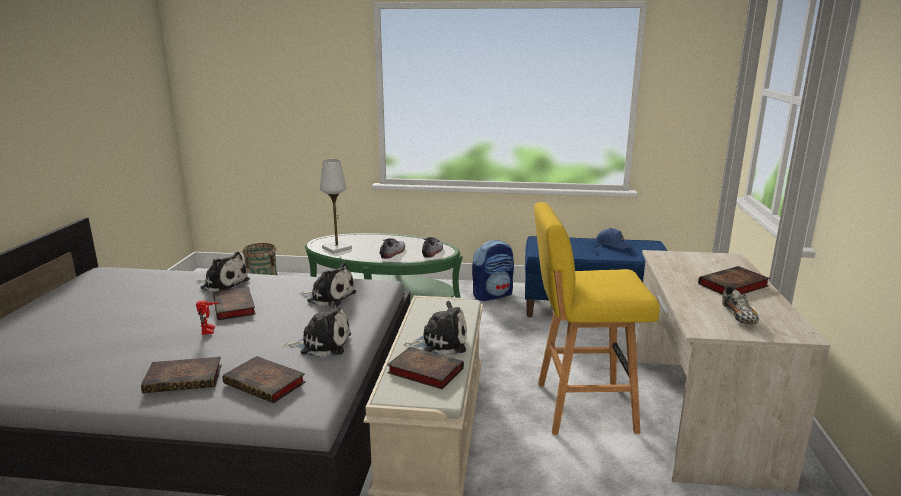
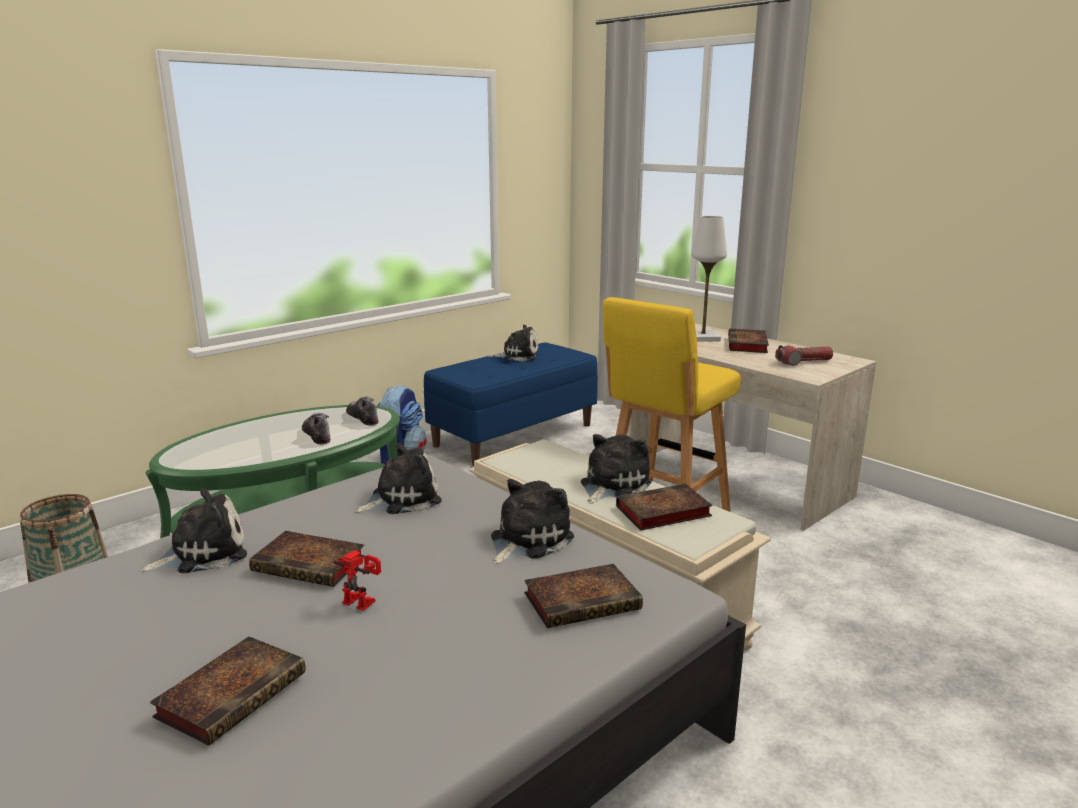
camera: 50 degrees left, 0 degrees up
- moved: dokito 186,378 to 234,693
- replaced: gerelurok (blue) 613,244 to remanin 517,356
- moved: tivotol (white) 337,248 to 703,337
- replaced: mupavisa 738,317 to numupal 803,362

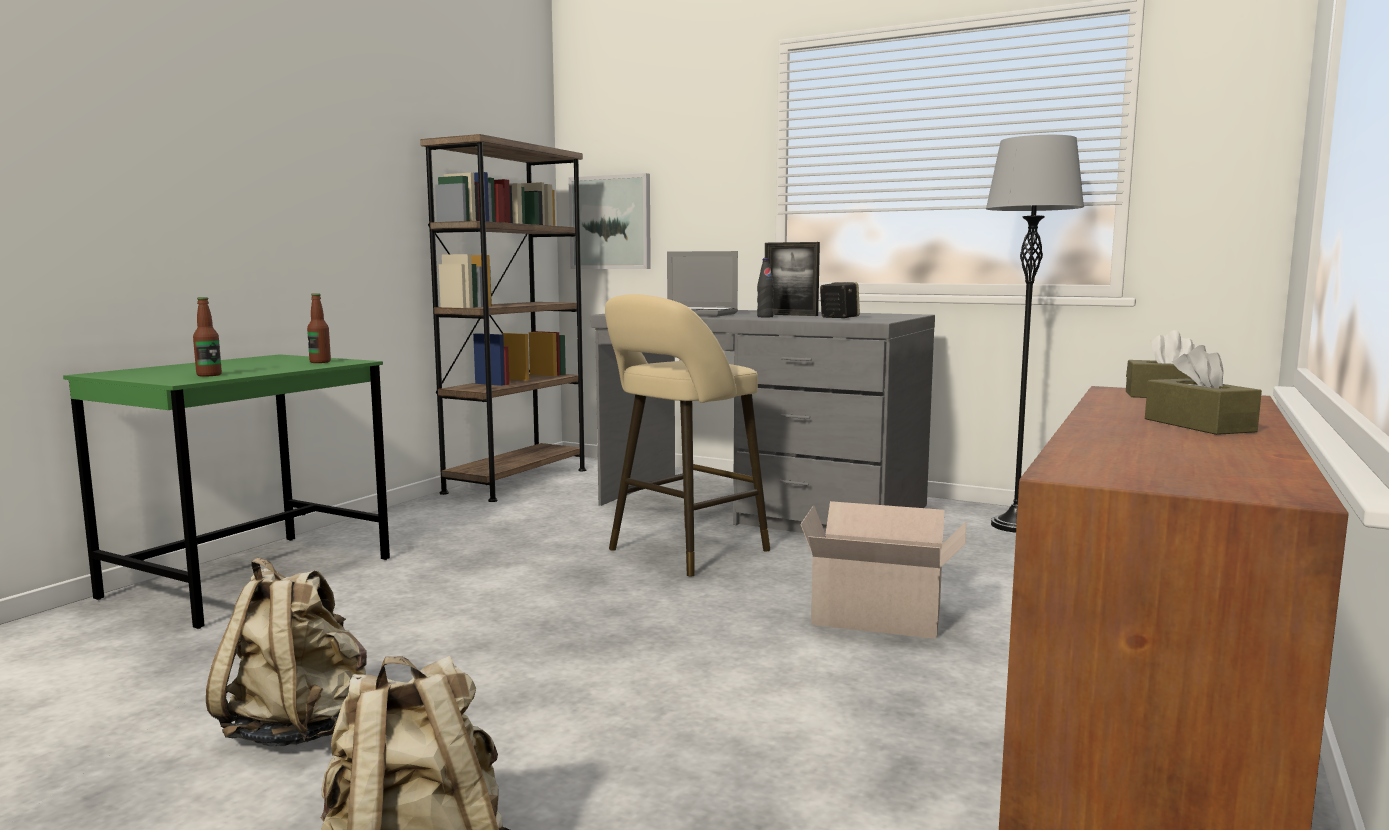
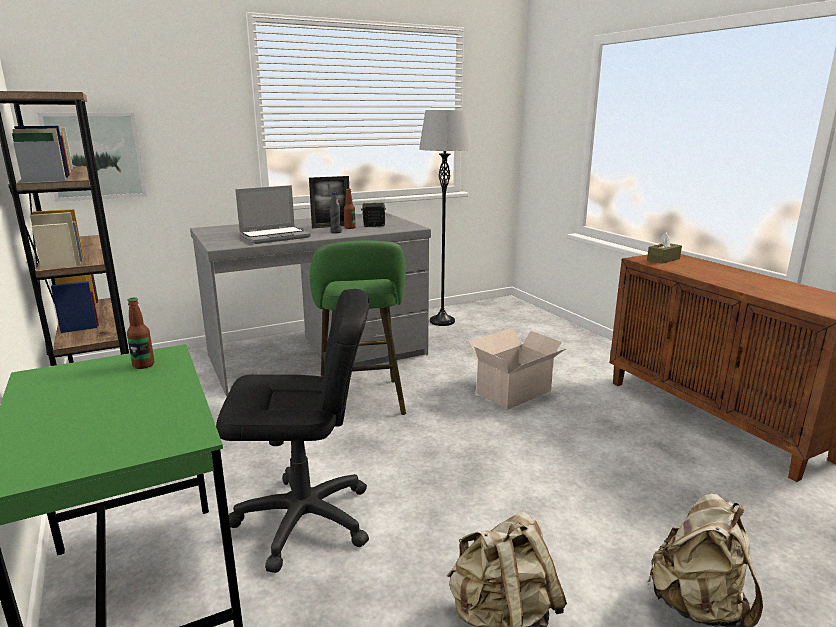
camera: 55 degrees left, 10 degrees up
- added: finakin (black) 304,520
- recoloured: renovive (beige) 682,552 to renovive (green) 362,403
- moved: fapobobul 209,375 to 350,228
- removed: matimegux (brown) 1198,425

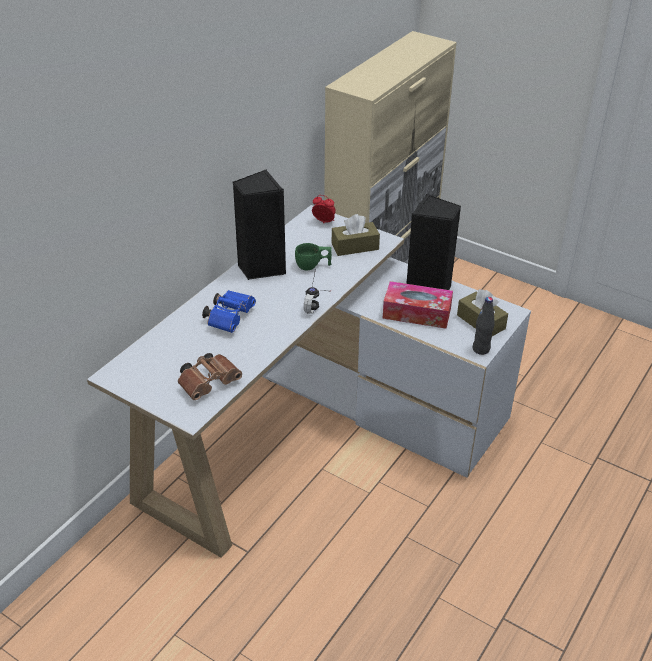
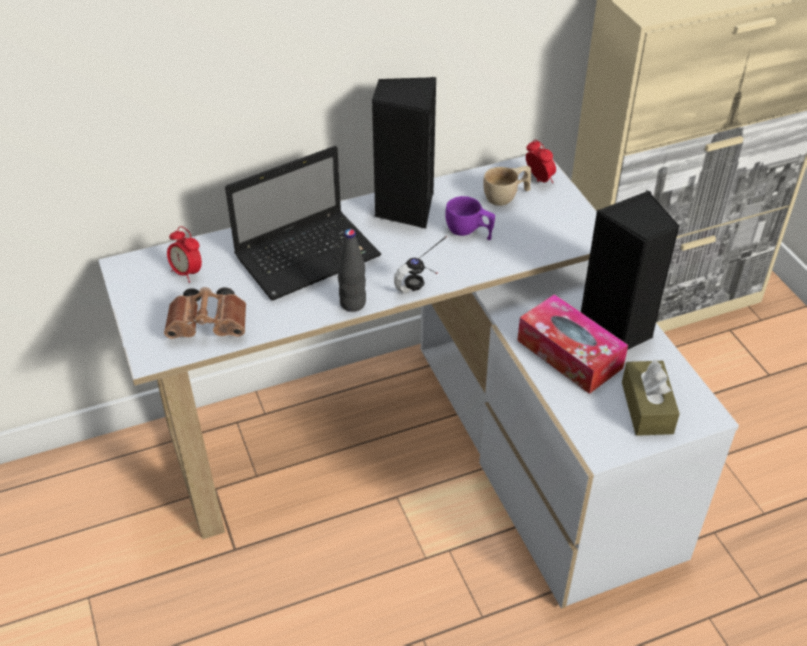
camera: 35 degrees right, 5 degrees up
- added: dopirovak 187,273
- replaced: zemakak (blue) 230,317 to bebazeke 309,255
- moved: fapobobul (black) 481,349 to 353,303
- recoloured: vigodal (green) 313,266 to vigodal (purple) 469,232
- added: vigodal (beige) 506,197
- removed: matimegux (brown) 355,246

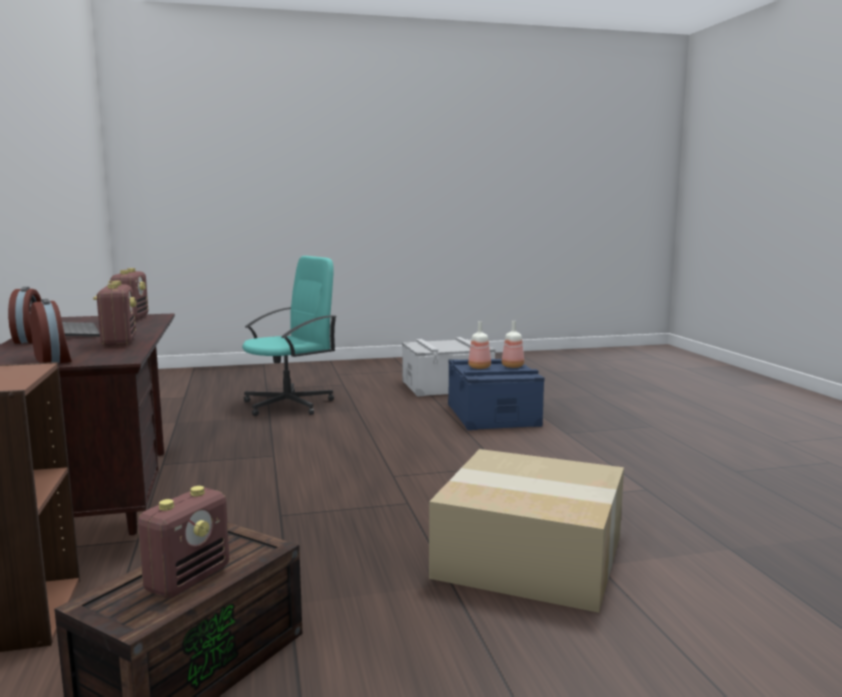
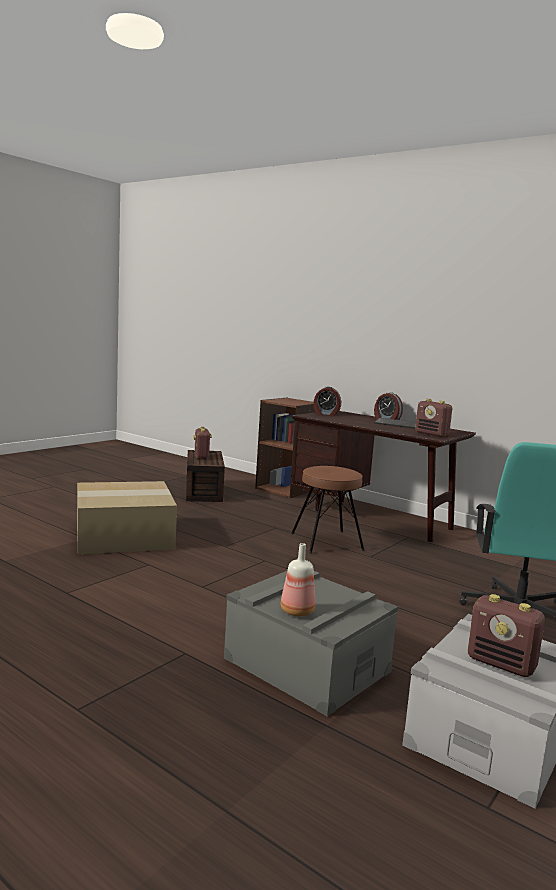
camera: 140 degrees right, 0 degrees up
- recoloured: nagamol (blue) 493,415 to nagamol (grey) 306,665
- added: renovive (brown) 326,541
- moved: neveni 119,342 to 501,664
- removed: fapobobul 479,367

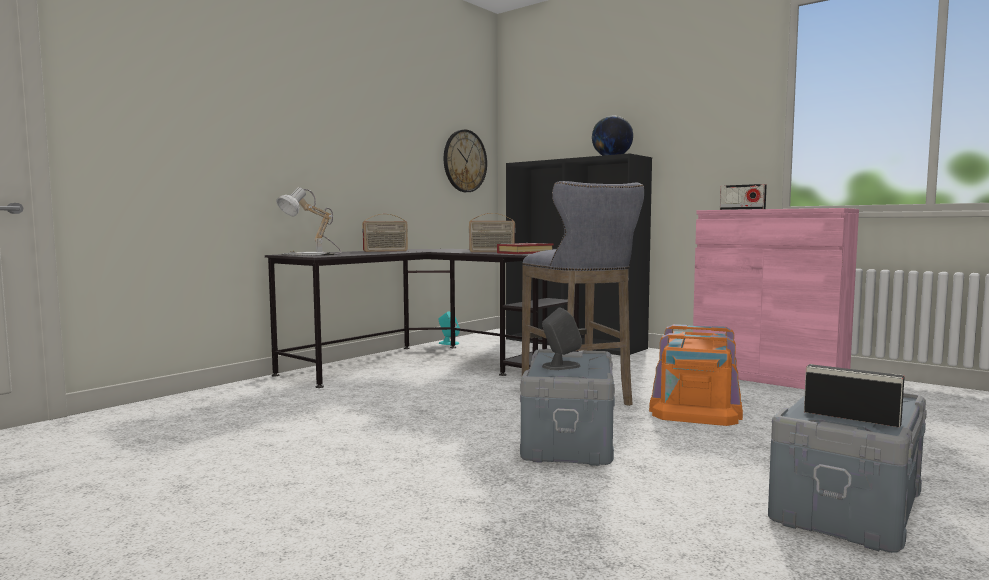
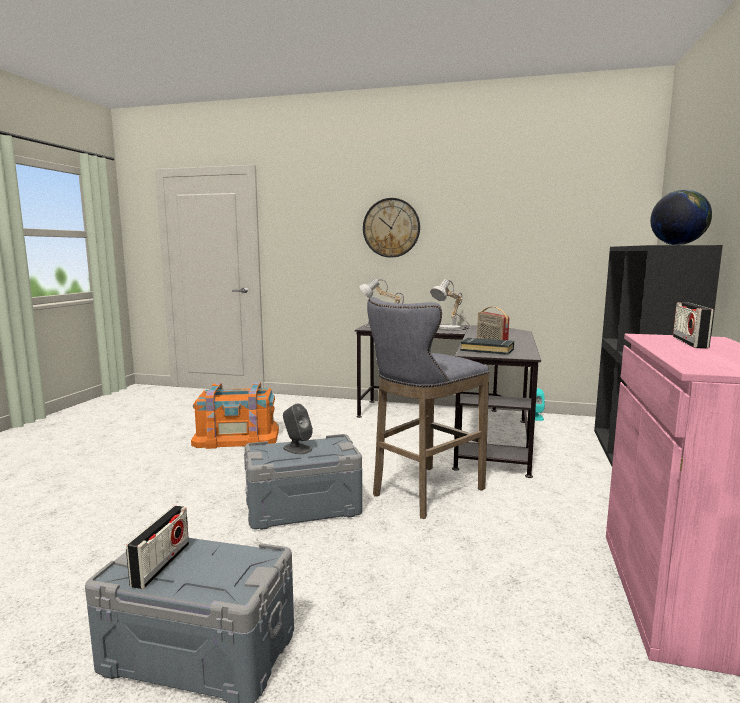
camera: 65 degrees right, 5 degrees up
- moved: nagamol (orange) 695,405 to 237,437
- moved: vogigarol 464,161 to 391,228
- replaced: neveni 385,251 to tivotol 450,328
- recoloured: dokito (red) 524,253 to dokito (black) 487,350

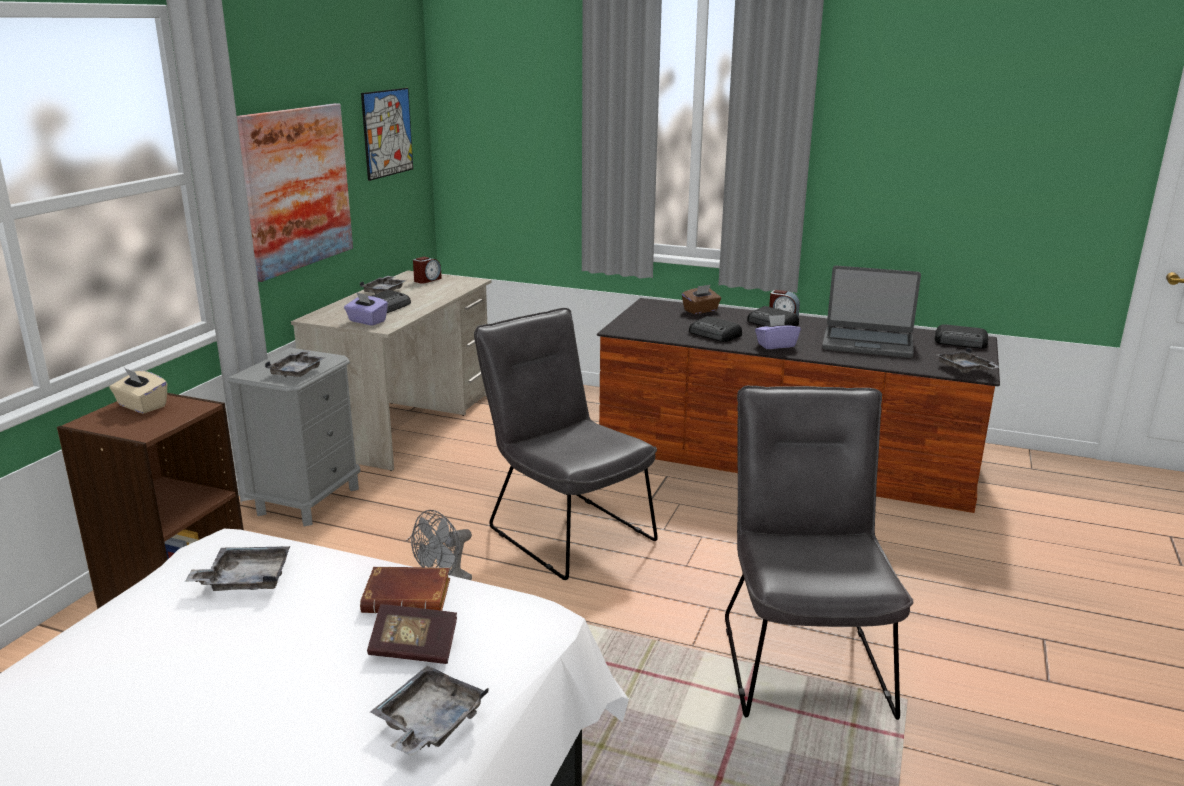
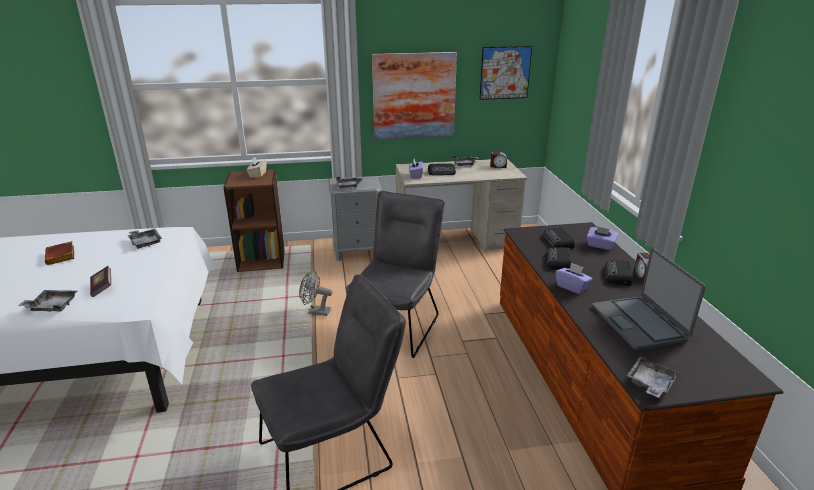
camera: 60 degrees right, 5 degrees up
- moved: dokito (brown) 410,597 to 62,256
- moved: neveni 961,342 to 558,242
- recoloured: matimegux (brown) 701,311 to matimegux (purple) 600,246

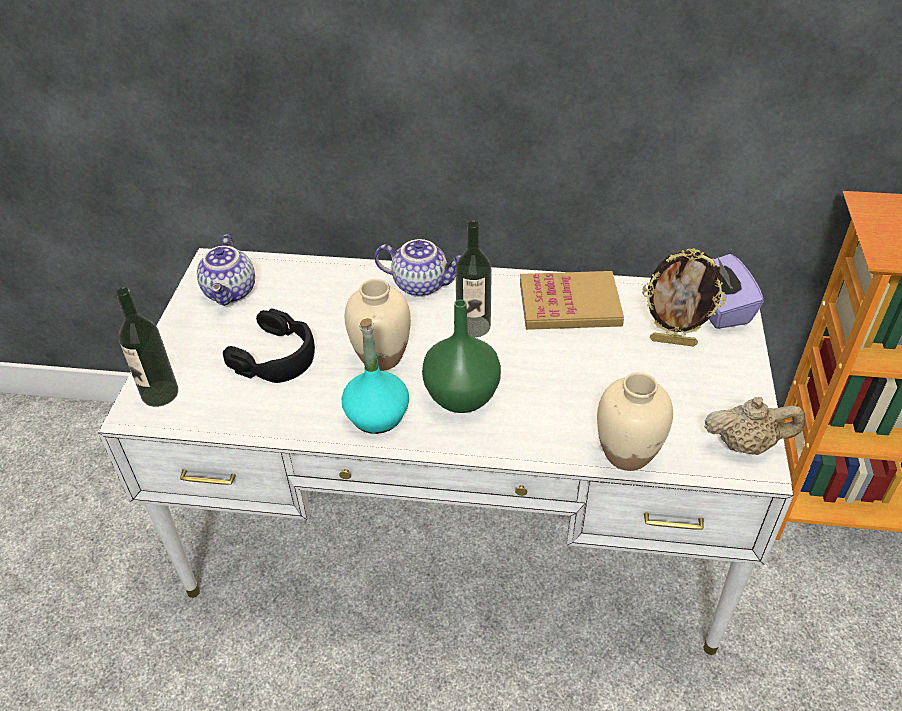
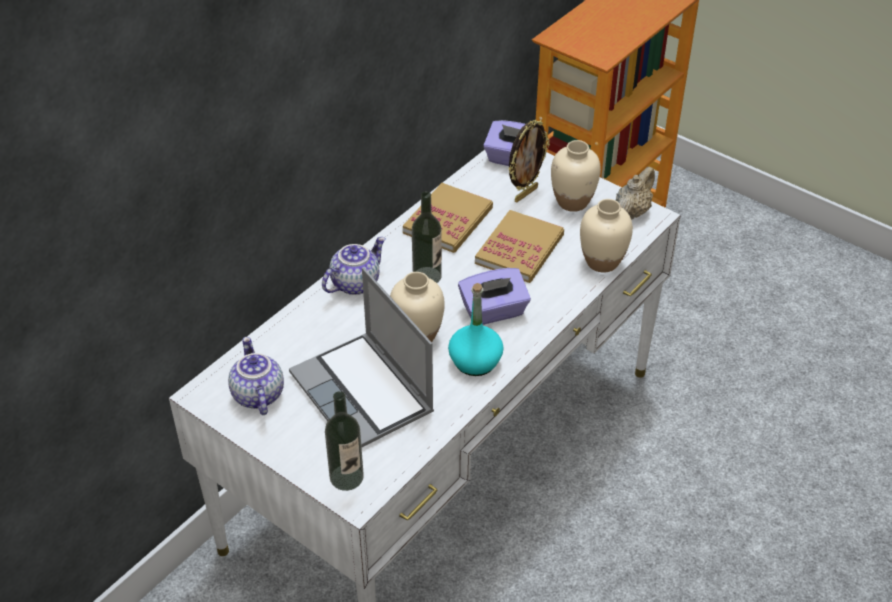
camera: 60 degrees left, 0 degrees up
- turned: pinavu 231,292 = 256,395 135 degrees counterclockwise
- replaced: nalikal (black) 276,356 to bebazeke 364,394
- replaced: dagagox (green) 463,397 to matimegux (purple) 493,311
- added: dokito 519,249
- added: dagagox (beige) 572,202

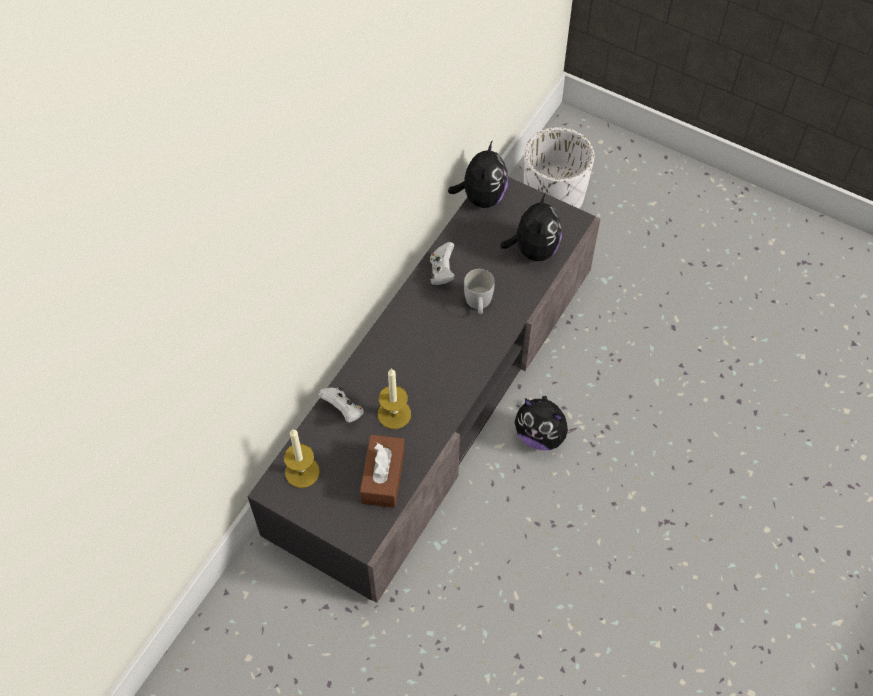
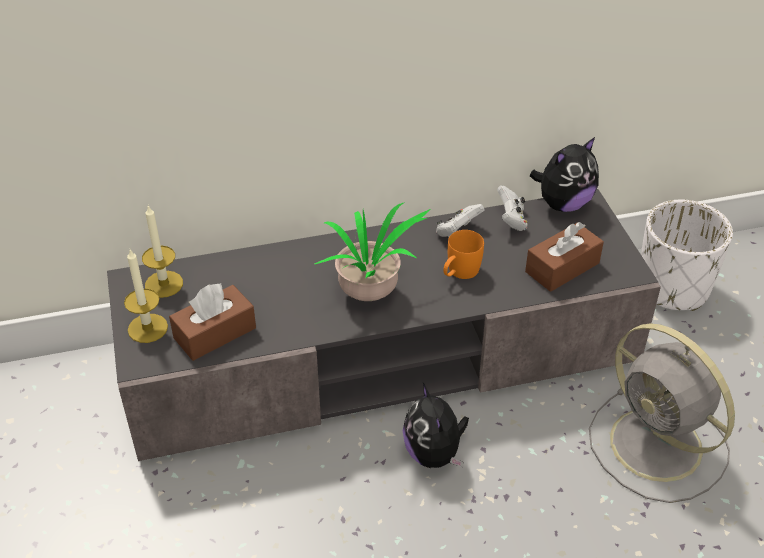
camera: 45 degrees right, 15 degrees down
- moved: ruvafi 394,414 to 147,328
- added: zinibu 372,295
- recoloured: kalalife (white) 478,304 to kalalife (orange) 459,273
- moved: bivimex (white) 343,410 to 511,220
- replaced: remanin 533,249 to matimegux (brown) 562,267
- added: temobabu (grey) 659,447

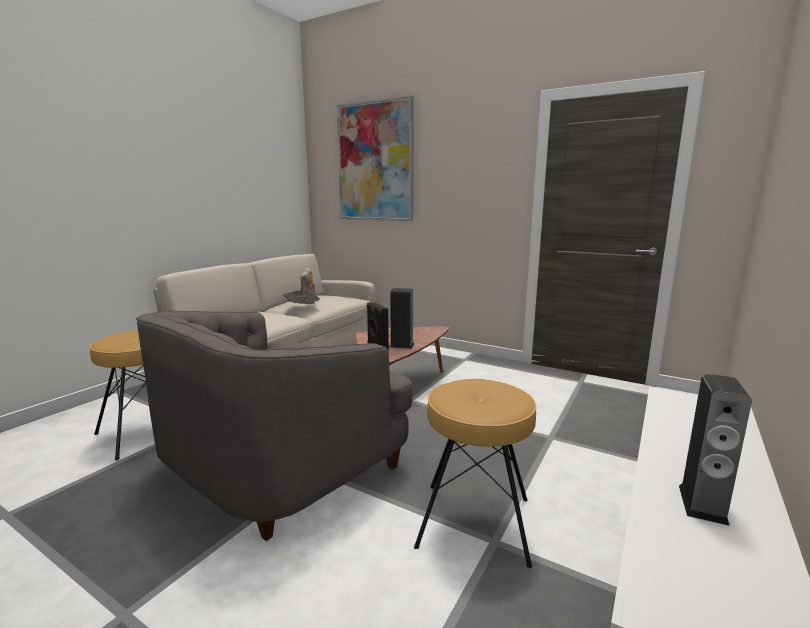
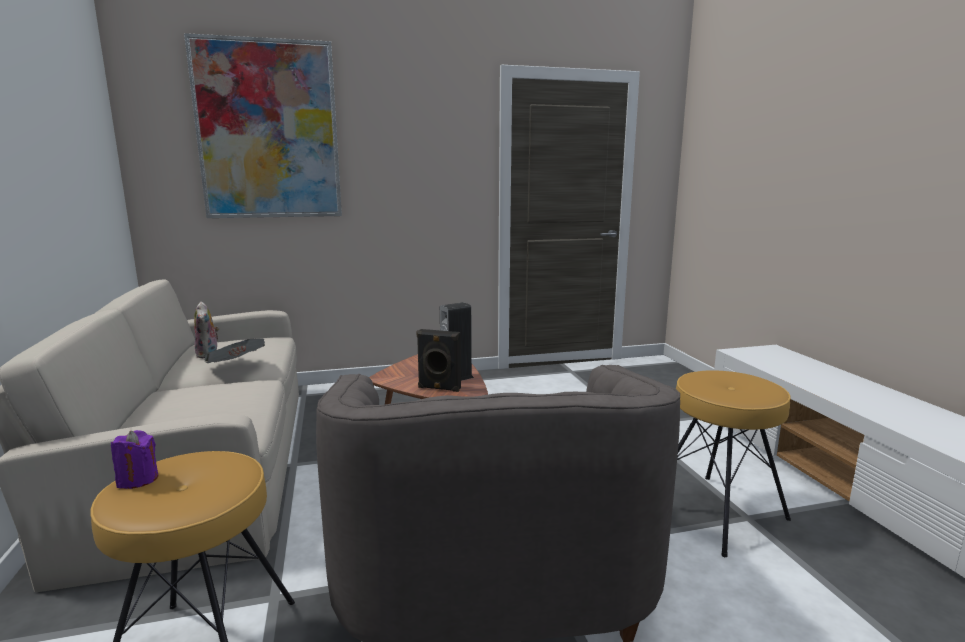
camera: 45 degrees left, 0 degrees up
- added: ruvafi (purple) 138,479
- removed: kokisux 702,504

